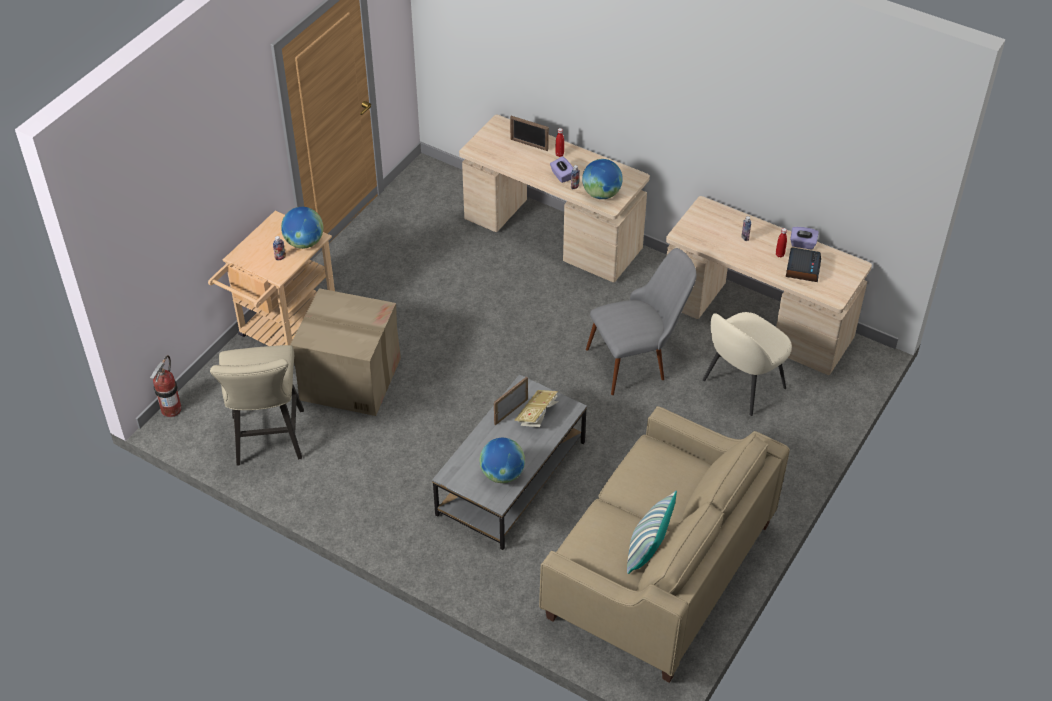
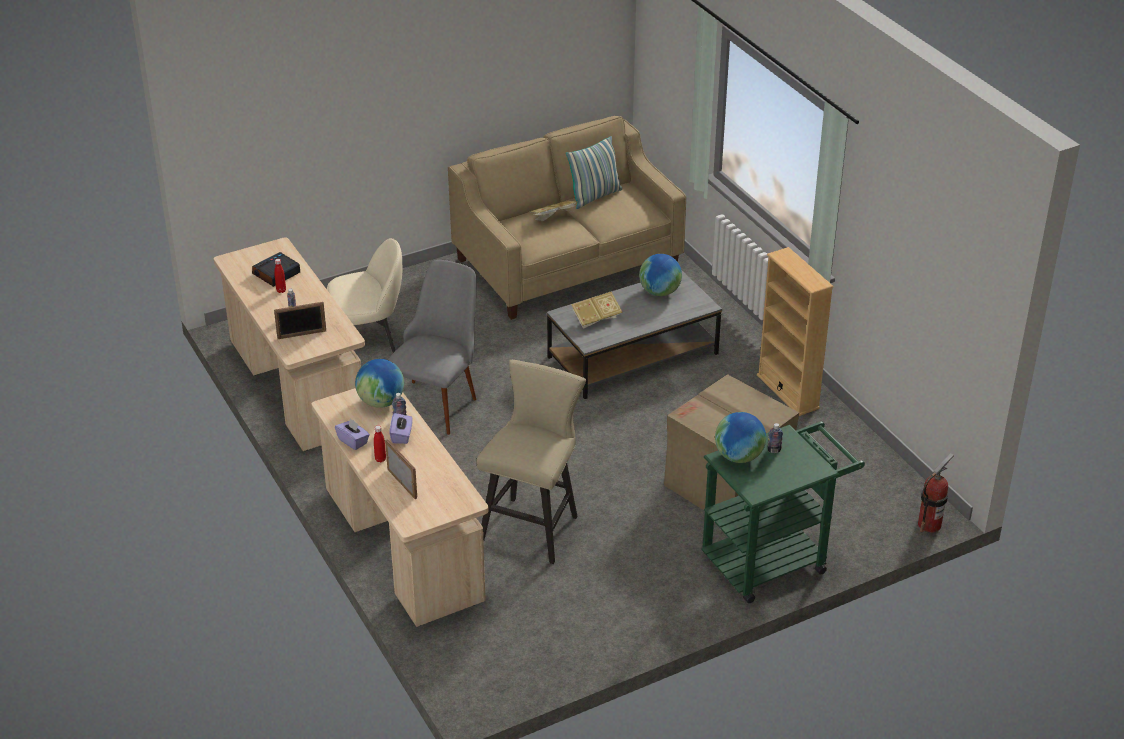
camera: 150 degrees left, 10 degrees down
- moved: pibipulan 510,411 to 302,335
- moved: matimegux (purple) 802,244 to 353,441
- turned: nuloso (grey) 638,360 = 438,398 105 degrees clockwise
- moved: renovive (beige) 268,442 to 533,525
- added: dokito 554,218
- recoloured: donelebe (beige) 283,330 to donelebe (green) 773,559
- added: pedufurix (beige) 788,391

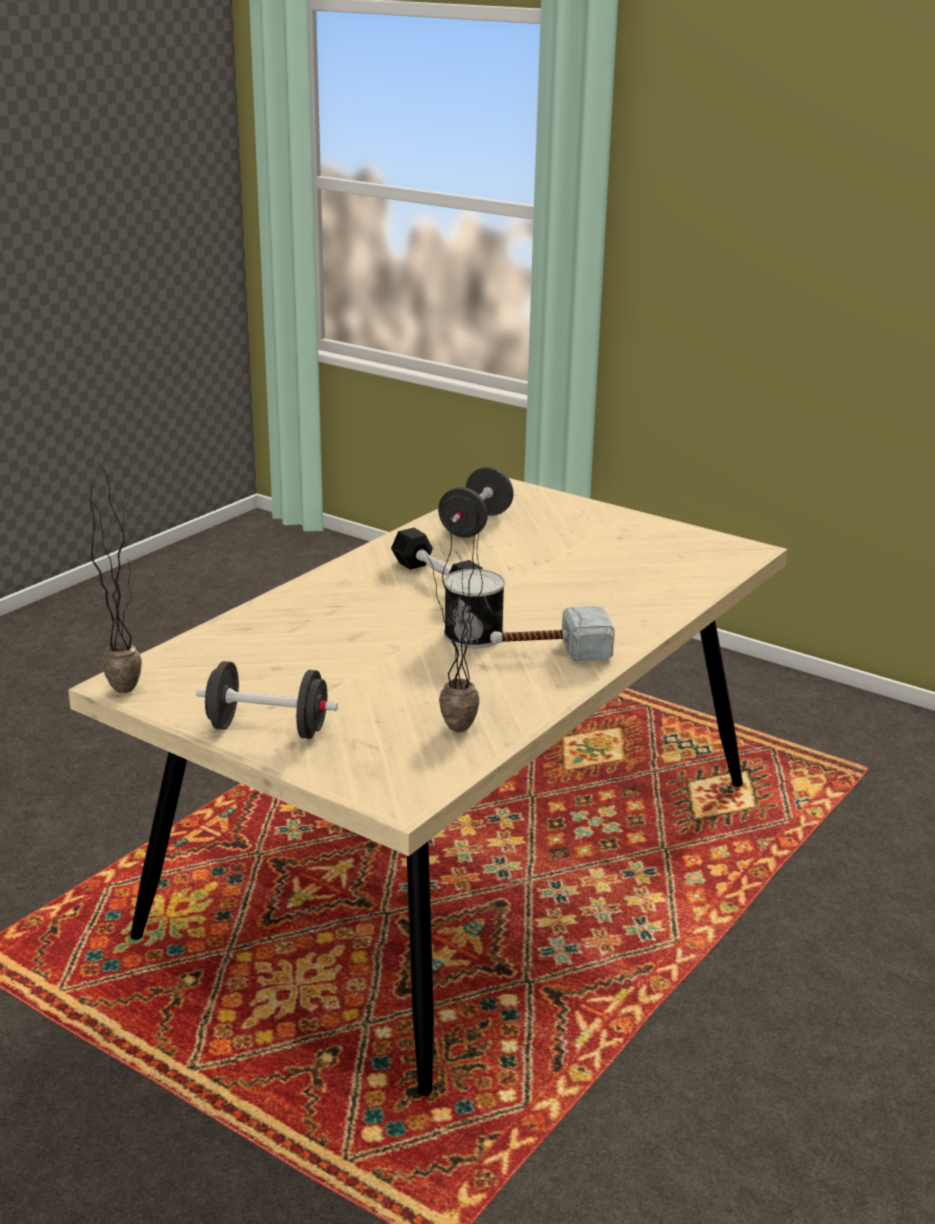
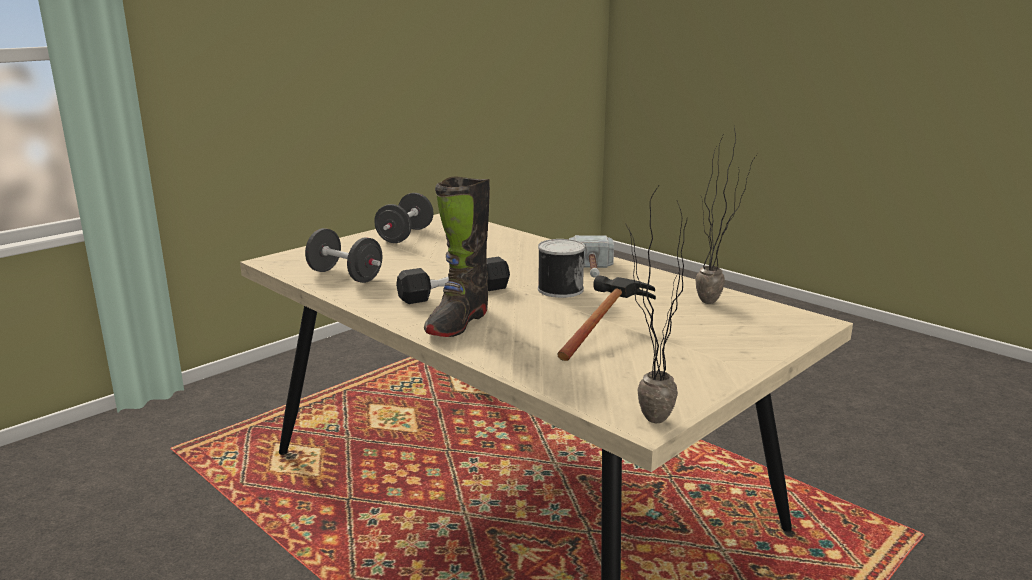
camera: 80 degrees left, 5 degrees down
- moved: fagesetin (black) 268,729 to 405,235
- added: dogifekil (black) 457,323
- added: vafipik 603,332

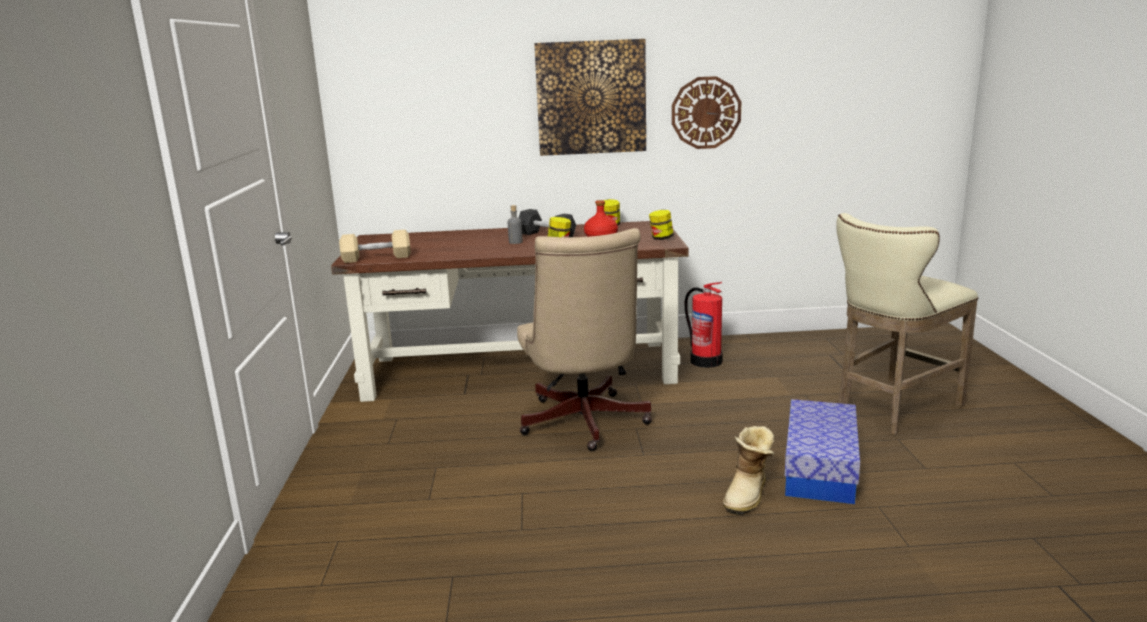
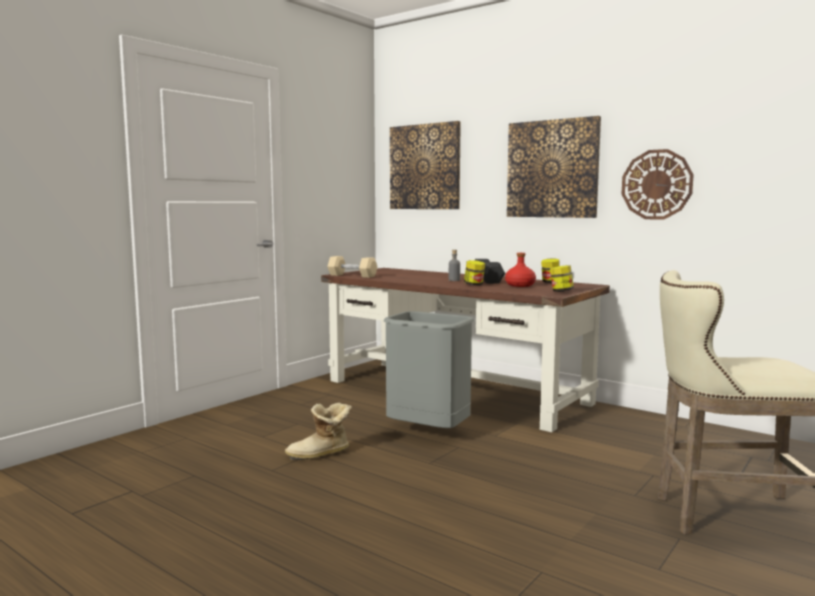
camera: 40 degrees right, 10 degrees down
- moved: dogifekil 749,495 to 320,454
- replaced: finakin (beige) 583,425 to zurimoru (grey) 427,433
- added: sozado 425,167
- removed: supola 705,361
- removed: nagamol 820,469

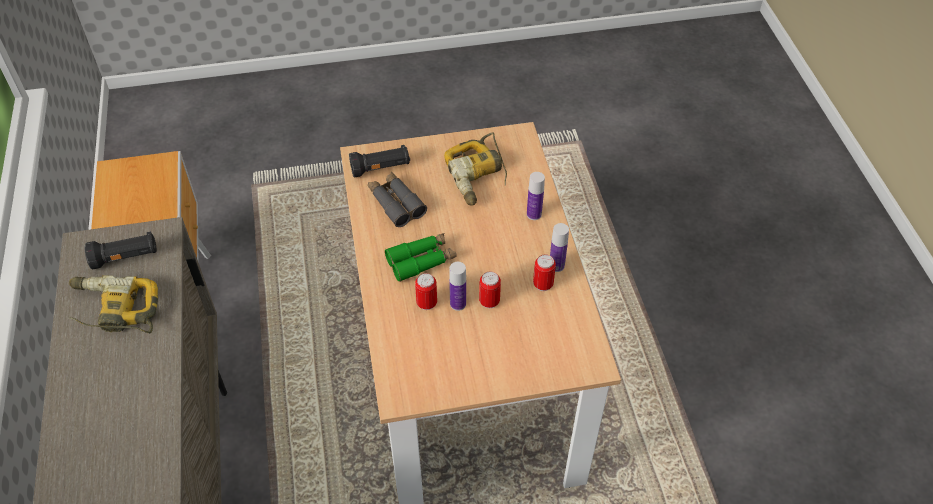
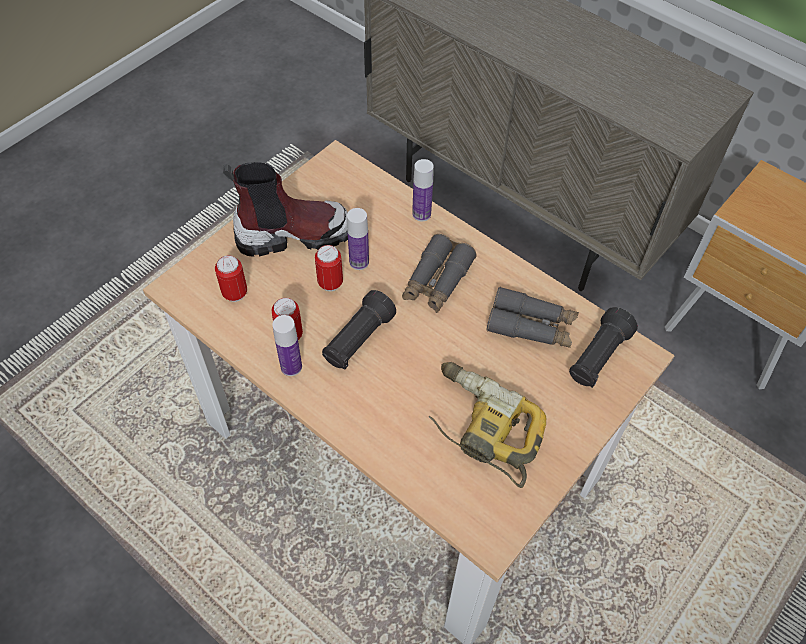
camera: 140 degrees right, 5 degrees up
- moved: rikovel 426,303 to 235,293
- added: dogifekil 293,234
- moved: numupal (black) 126,257 to 358,340
- recoloured: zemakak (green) 421,261 to zemakak (grey) 437,281
- moved: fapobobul 534,214 to 421,214
- removed: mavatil 114,311

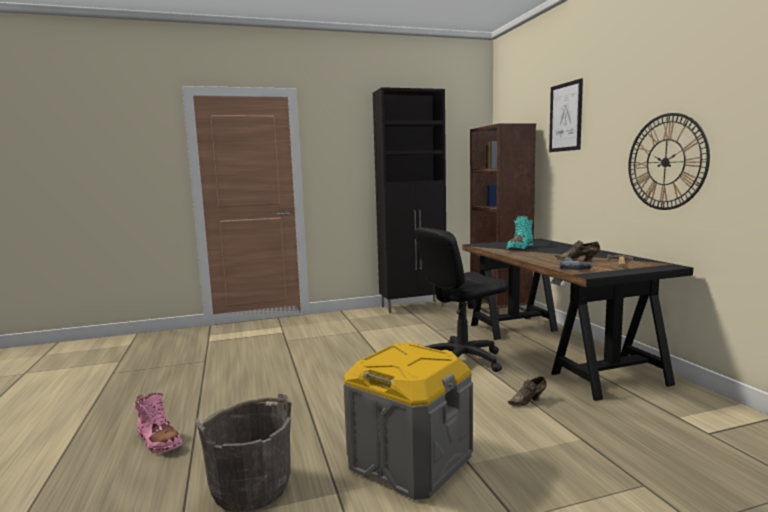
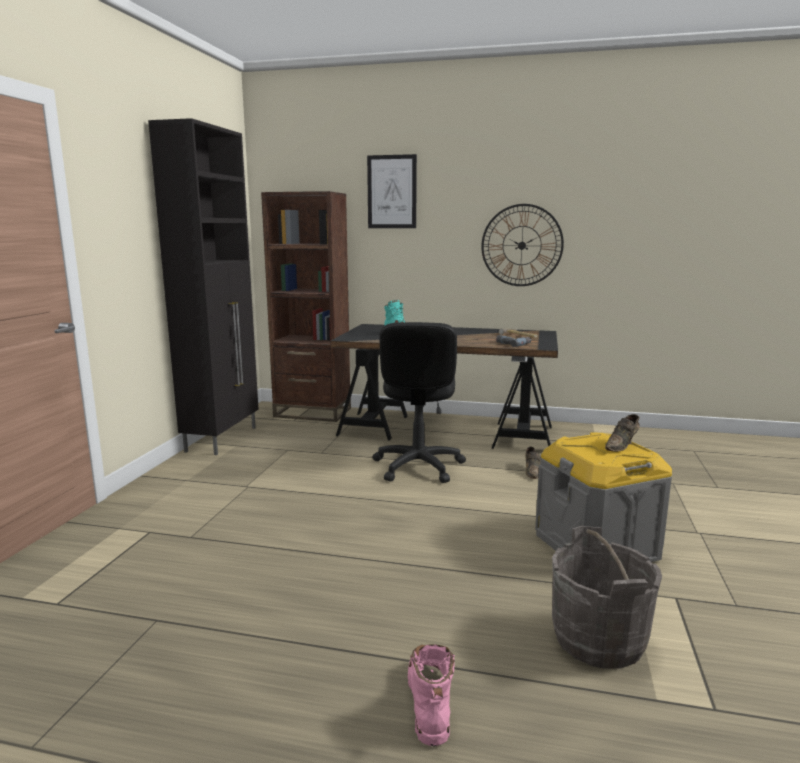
camera: 60 degrees left, 5 degrees up
- turned: dogifekil (pink) 158,441 = 429,701 75 degrees counterclockwise
- moved: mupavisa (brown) 578,261 to 622,445

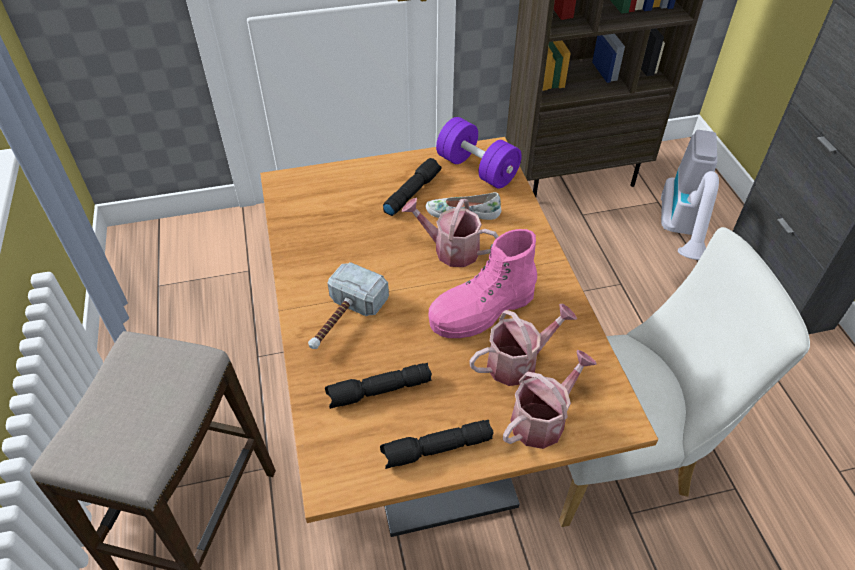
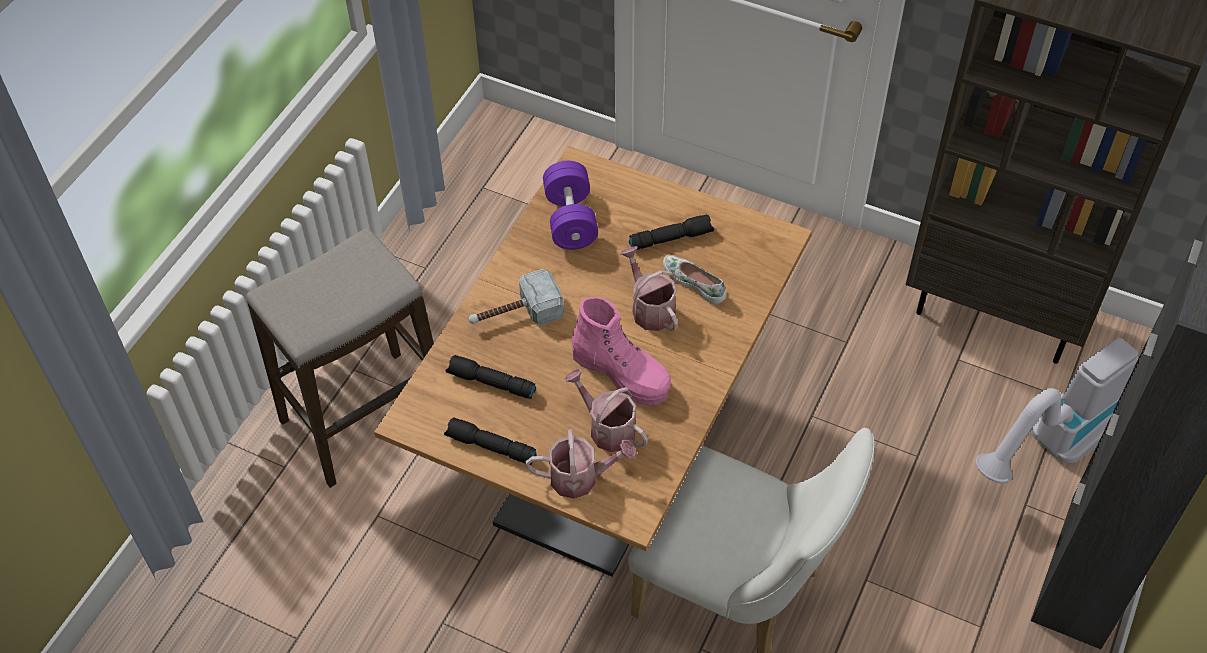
camera: 40 degrees right, 5 degrees up
- moved: fagesetin (purple) 477,169 to 570,220
- turned: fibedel 518,362 = 607,428 150 degrees counterclockwise
- turned: dogifekil (pink) 482,311 = 621,373 150 degrees counterclockwise

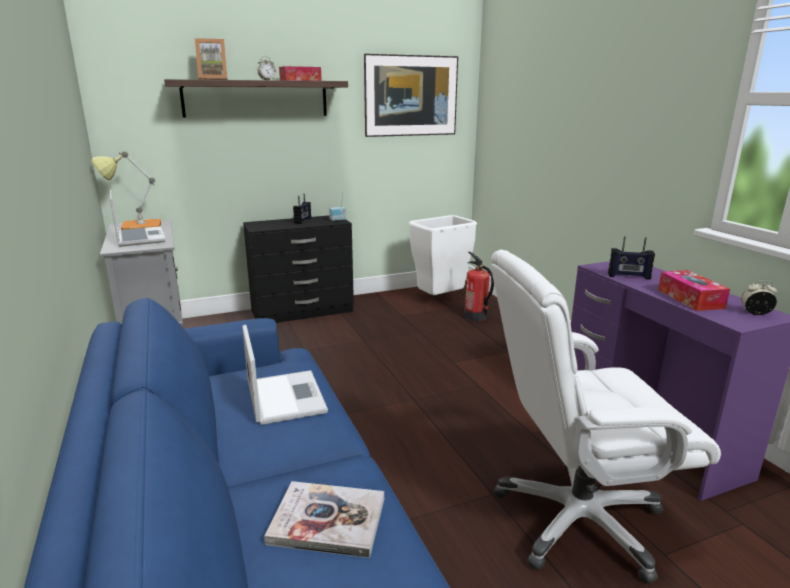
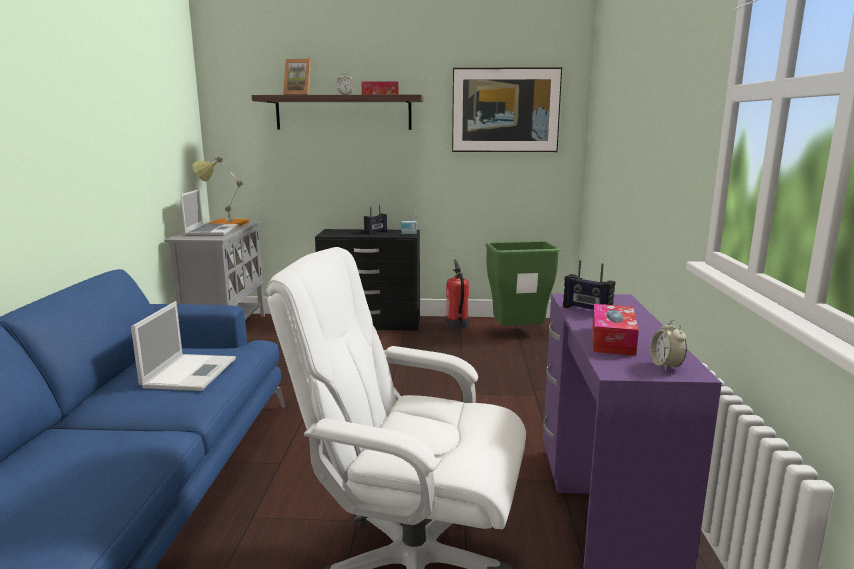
camera: 25 degrees right, 5 degrees down
- moved: supola 476,316 to 457,325
- recoloured: zurimoru (white) 441,300 to zurimoru (green) 519,333
- turned: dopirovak 755,313 = 665,366 135 degrees counterclockwise
- removed: dokito 327,521

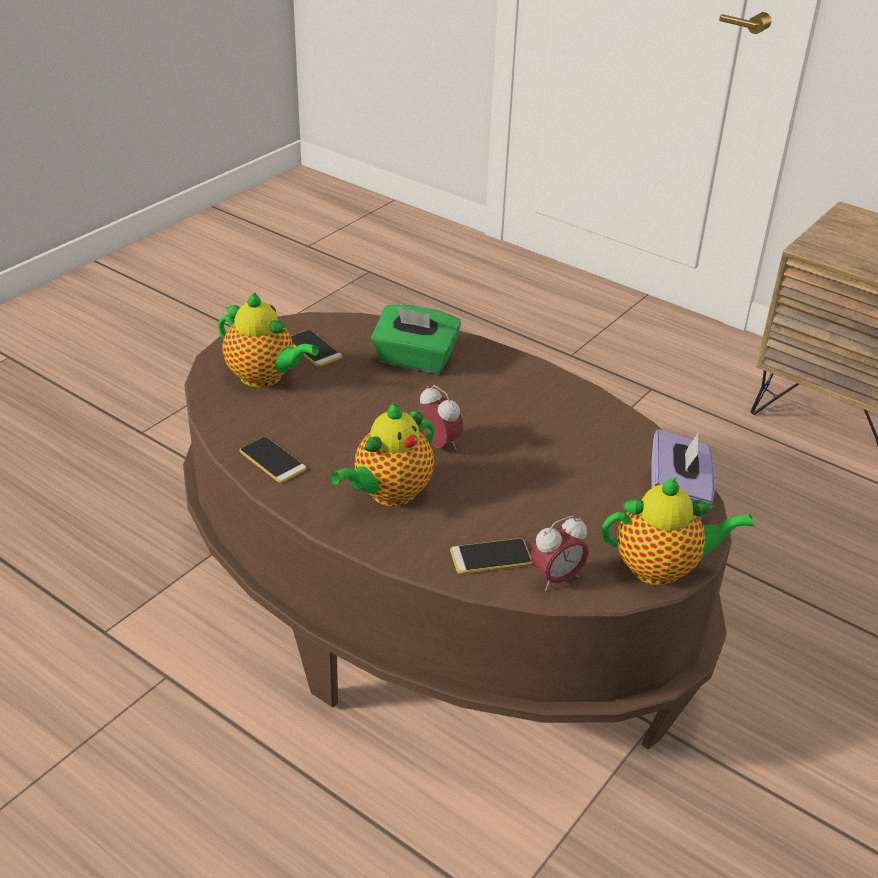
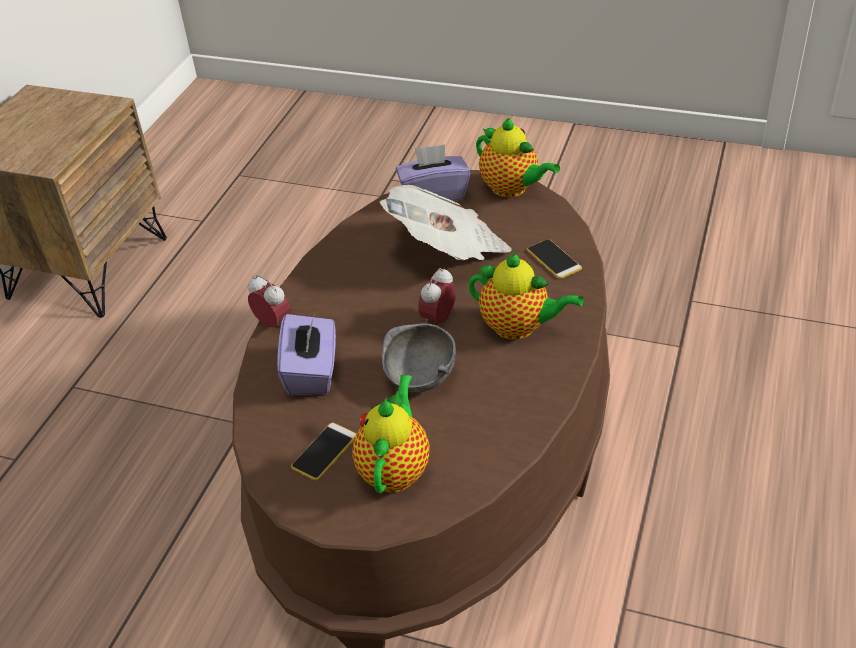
camera: 105 degrees left, 5 degrees up
- moved: dopirovak 556,578 to 273,324
- recoloured: matimegux (green) 415,359 to matimegux (purple) 312,372
- added: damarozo 448,250
- added: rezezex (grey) 420,378
- turned: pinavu 662,568 = 512,189 150 degrees clockwise
- removed: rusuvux 273,460

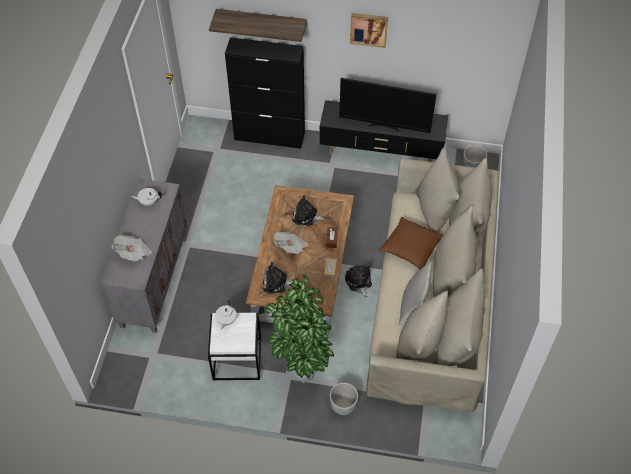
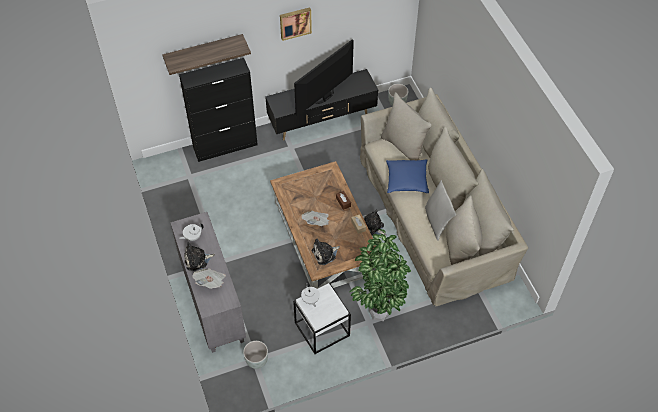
camera: 30 degrees left, 0 degrees up
- moved: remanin 306,216 to 197,260
- moved: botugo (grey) 343,406 to 256,361
- turned: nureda 384,126 = 325,97 150 degrees clockwise
- recoloured: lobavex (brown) 411,248 to lobavex (blue) 407,180

